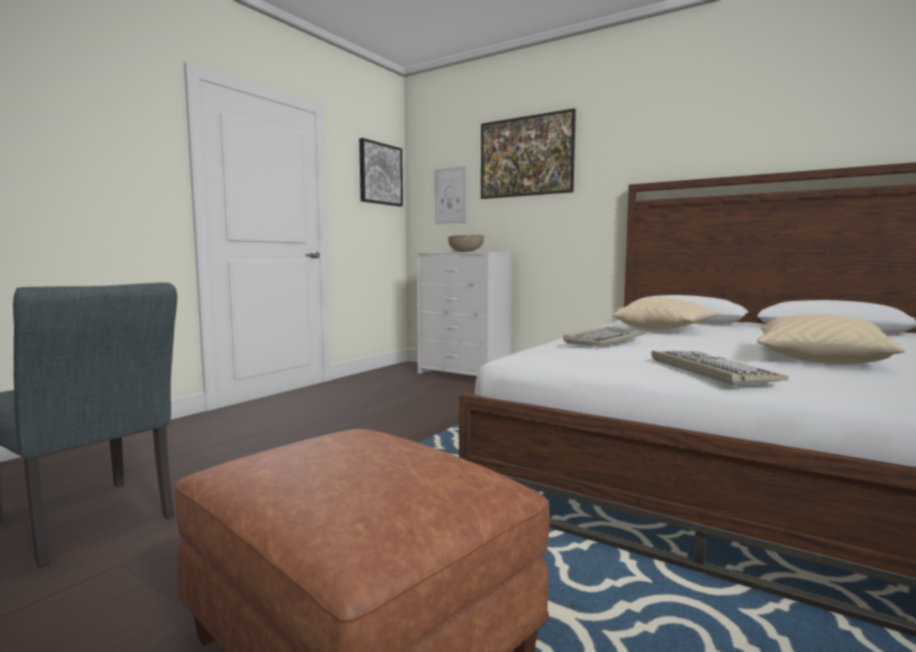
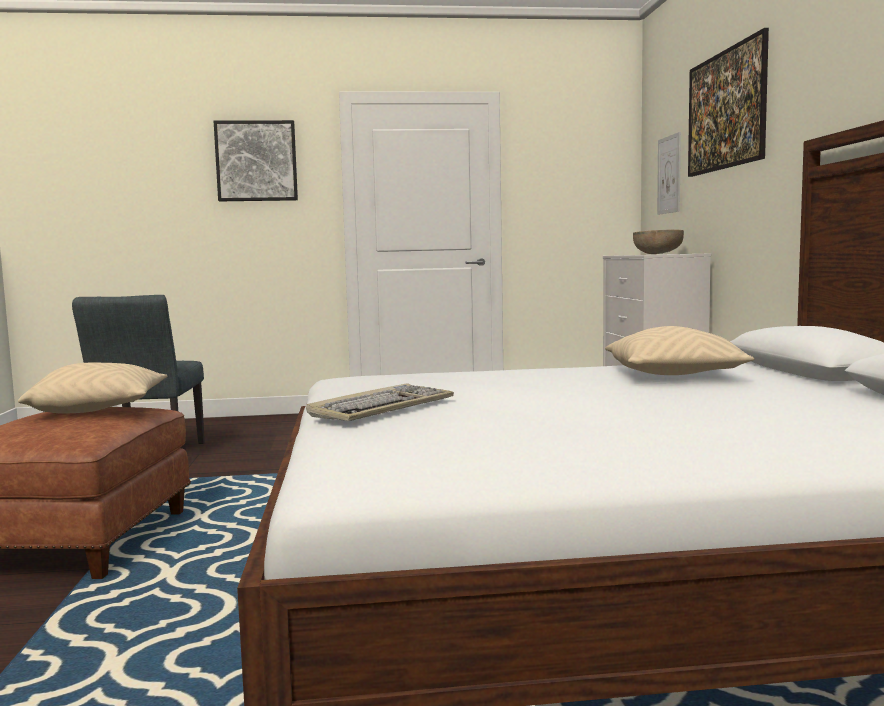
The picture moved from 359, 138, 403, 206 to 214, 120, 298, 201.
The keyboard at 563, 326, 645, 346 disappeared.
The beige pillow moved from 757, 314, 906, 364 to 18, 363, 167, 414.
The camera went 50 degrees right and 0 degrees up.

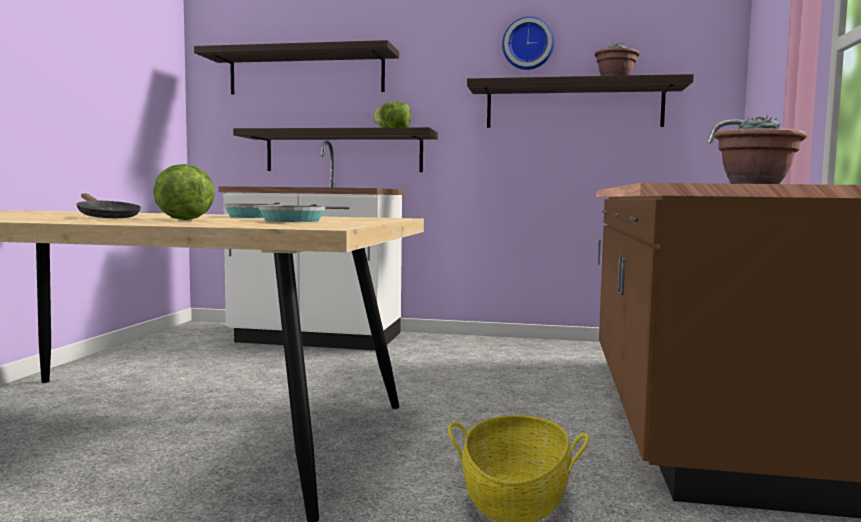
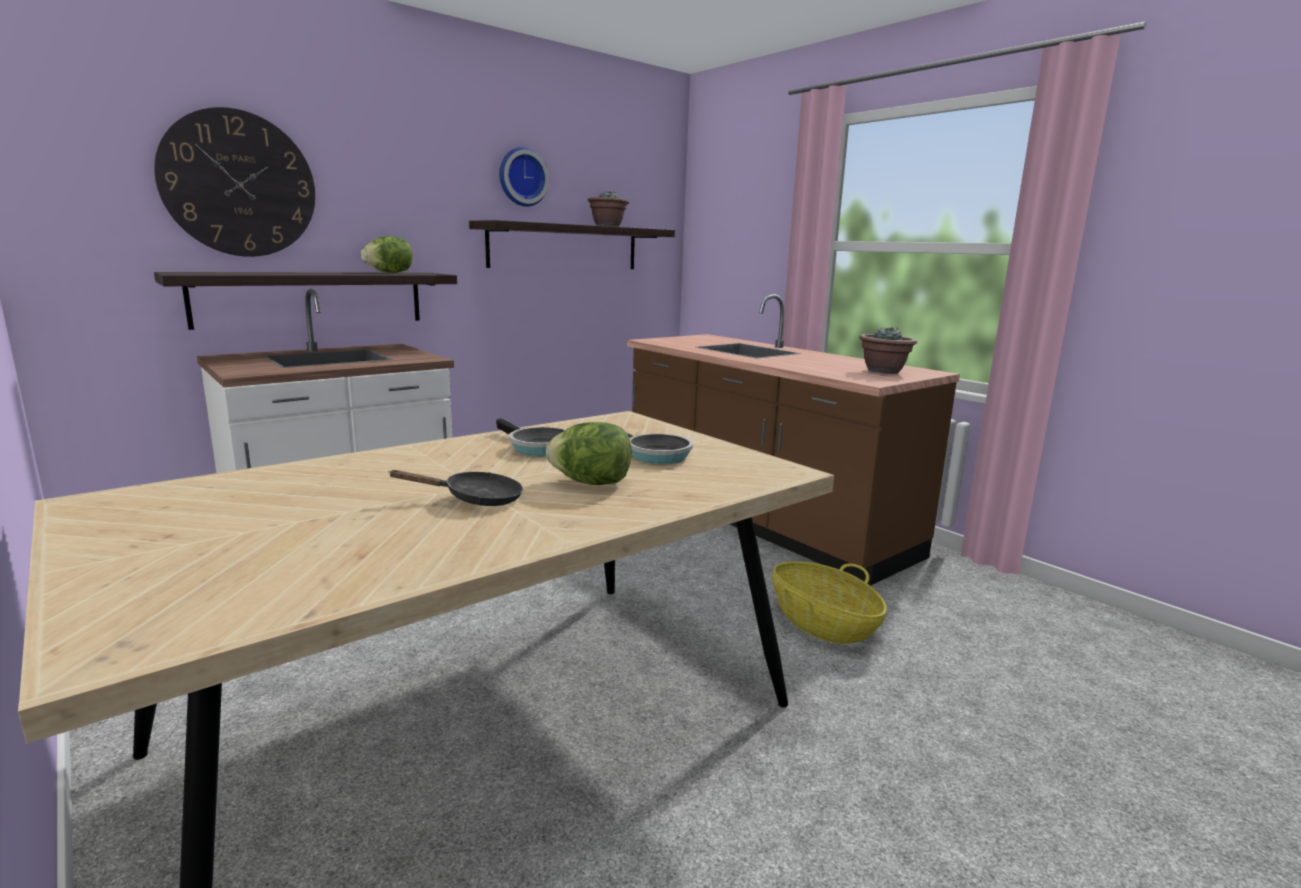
The shelf at 194, 40, 399, 94 was replaced by the wall clock at 154, 107, 315, 257.
The camera went 50 degrees left and 10 degrees up.

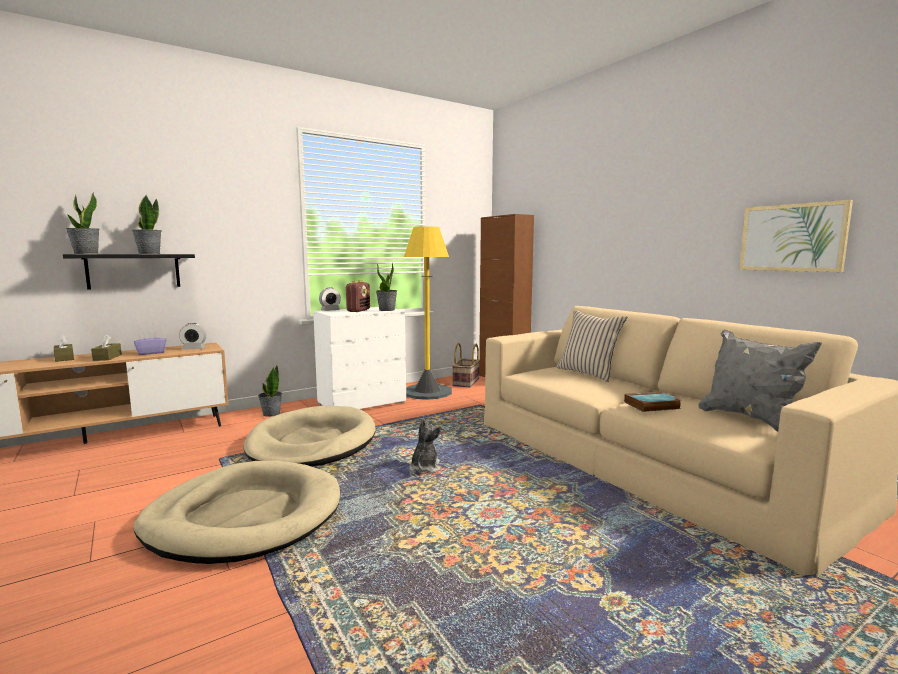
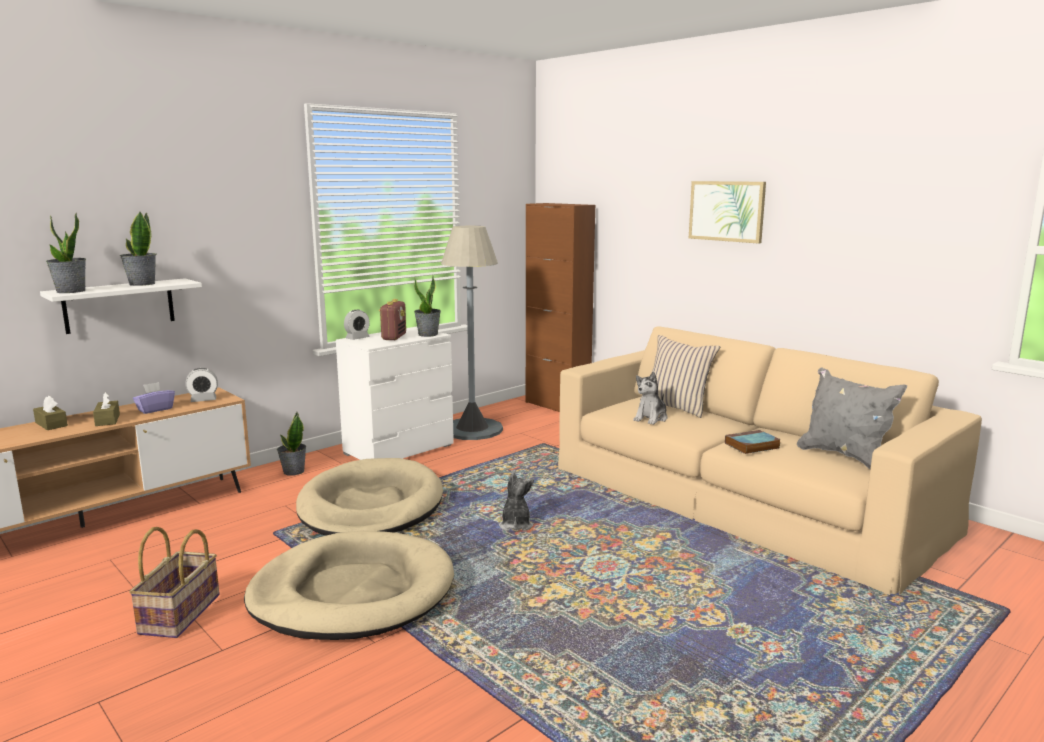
The black shelf at 63, 254, 195, 290 became the white shelf at 40, 278, 202, 334.
The yellow floor lamp at 404, 227, 452, 400 became the grey floor lamp at 441, 226, 503, 440.
The basket moved from 452, 343, 480, 387 to 129, 527, 220, 638.
The picture moved from 739, 200, 853, 272 to 689, 181, 766, 244.
The plush toy at 633, 372, 668, 425 appeared.
The camera went 10 degrees left and 5 degrees up.

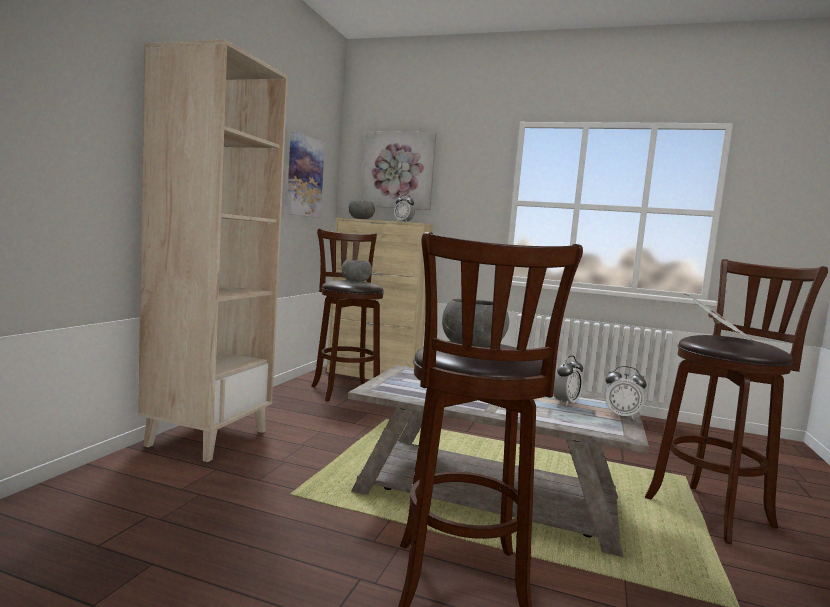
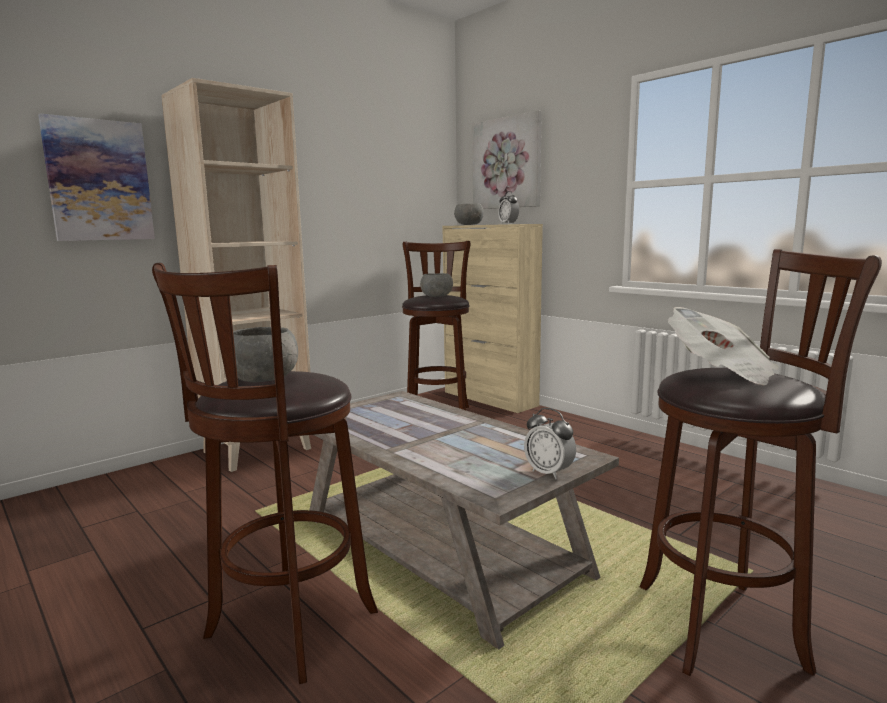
The picture moved from 287, 131, 325, 218 to 38, 114, 155, 241.
The alarm clock at 553, 356, 583, 406 disappeared.
The camera went 30 degrees right and 5 degrees up.

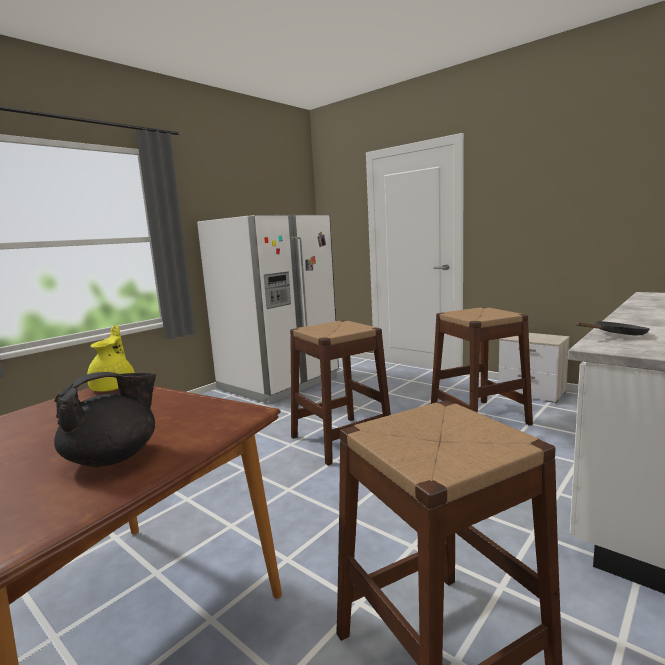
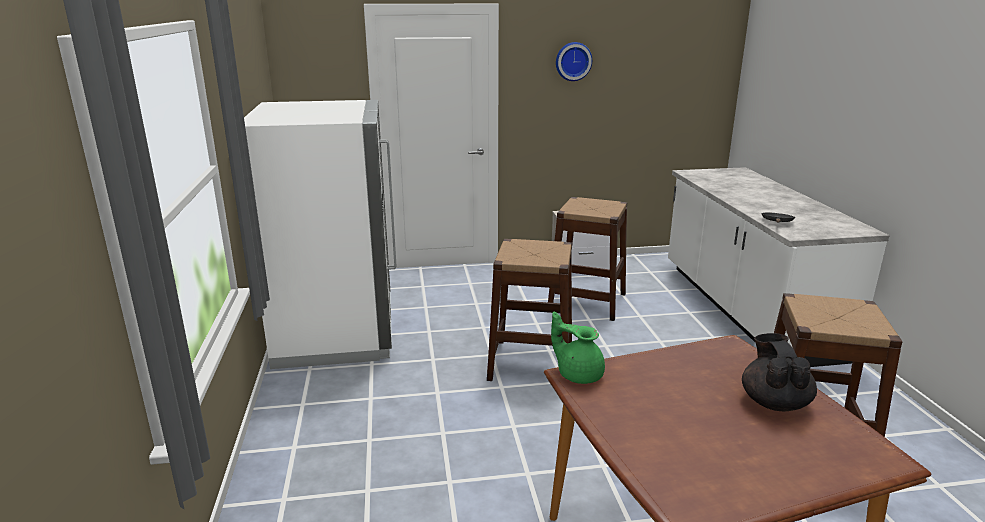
The yellow teapot at 87, 325, 135, 392 became the green teapot at 551, 312, 605, 384.
The wall clock at 556, 42, 592, 81 appeared.
The camera went 50 degrees left and 10 degrees up.

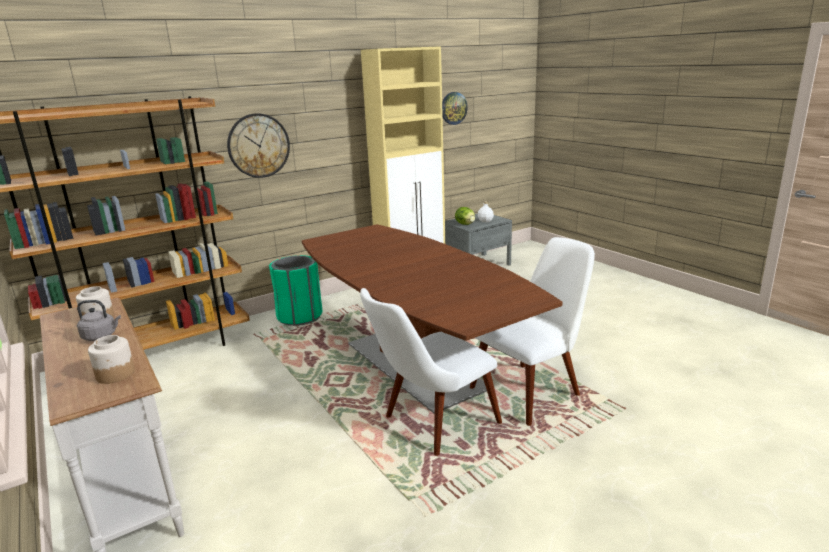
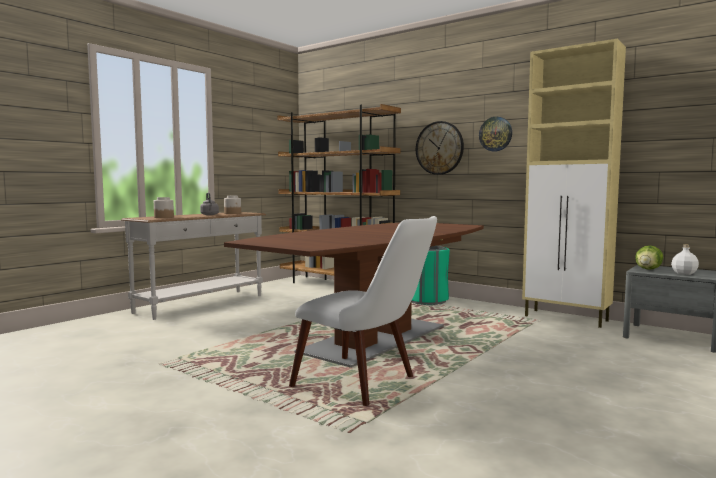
The white chair at 360, 288, 502, 456 disappeared.
The wall clock moved from 442, 92, 468, 125 to 479, 117, 512, 152.
The camera went 70 degrees right and 15 degrees down.

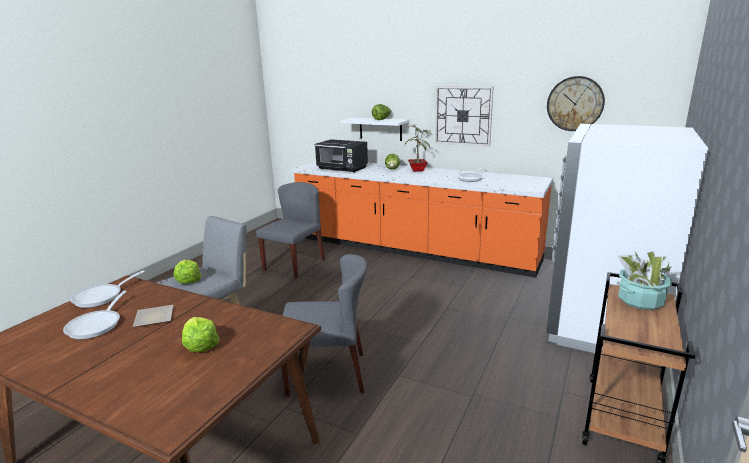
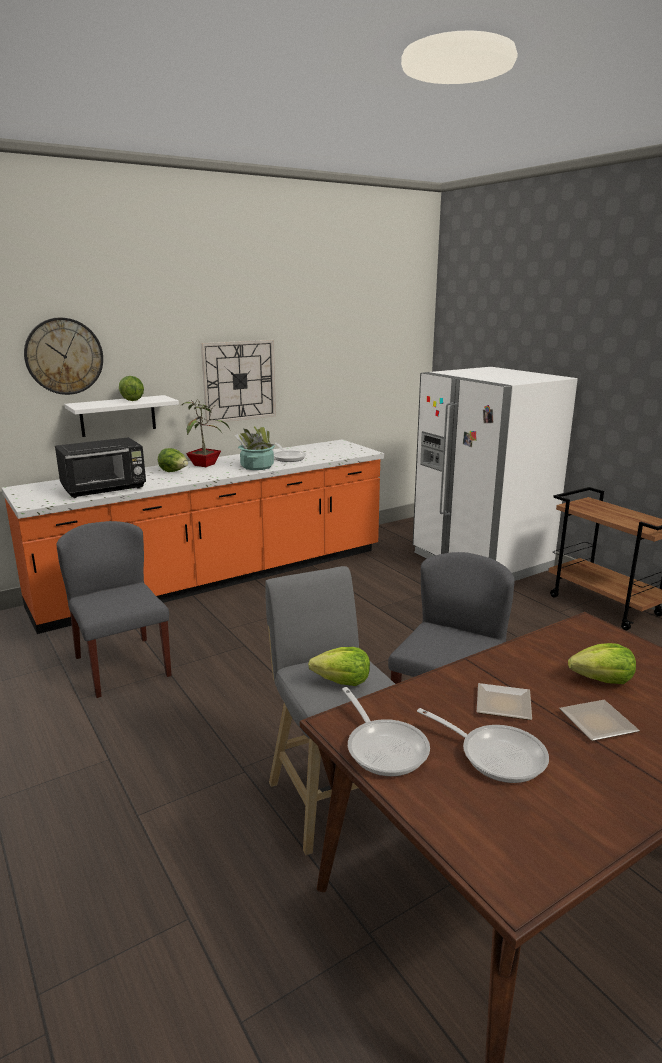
The wall clock moved from 547, 76, 605, 131 to 24, 317, 103, 395.
The potted plant moved from 617, 251, 672, 310 to 234, 426, 275, 470.
The plate at 559, 700, 640, 741 appeared.
The camera went 60 degrees left and 0 degrees up.

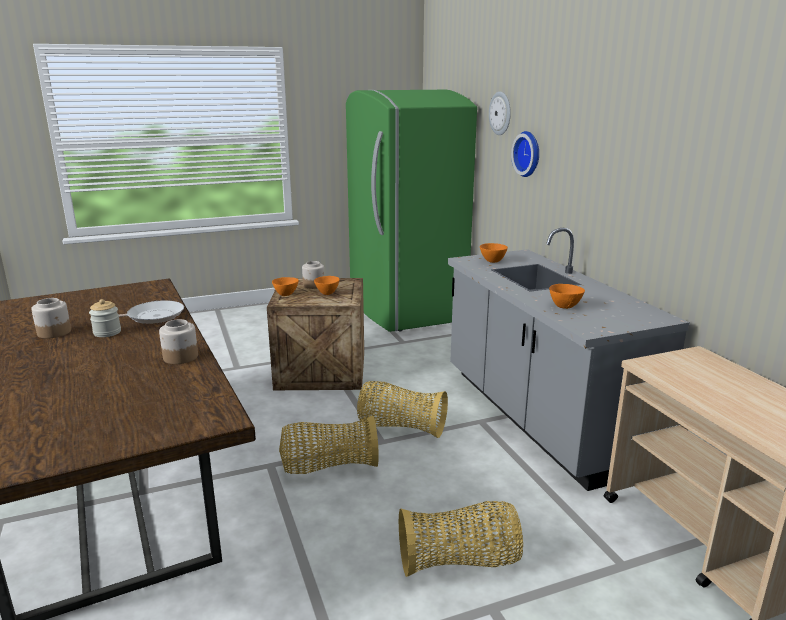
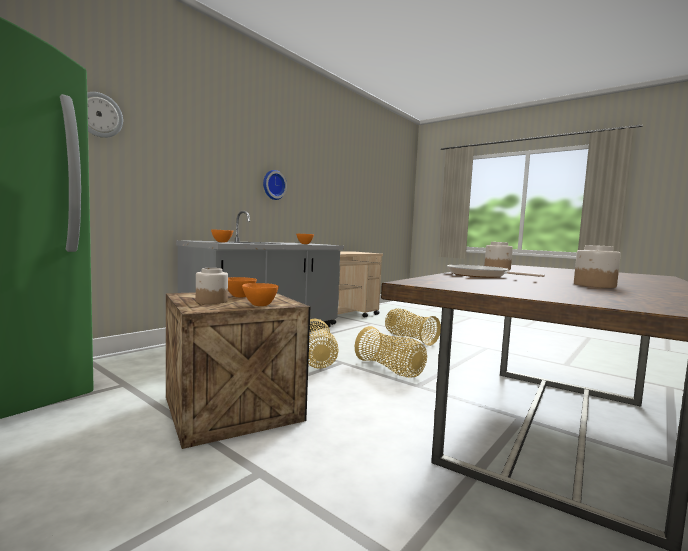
The jar at 89, 299, 121, 337 disappeared.
The wall clock moved from 511, 131, 539, 177 to 263, 170, 287, 200.
The camera went 120 degrees left and 15 degrees down.

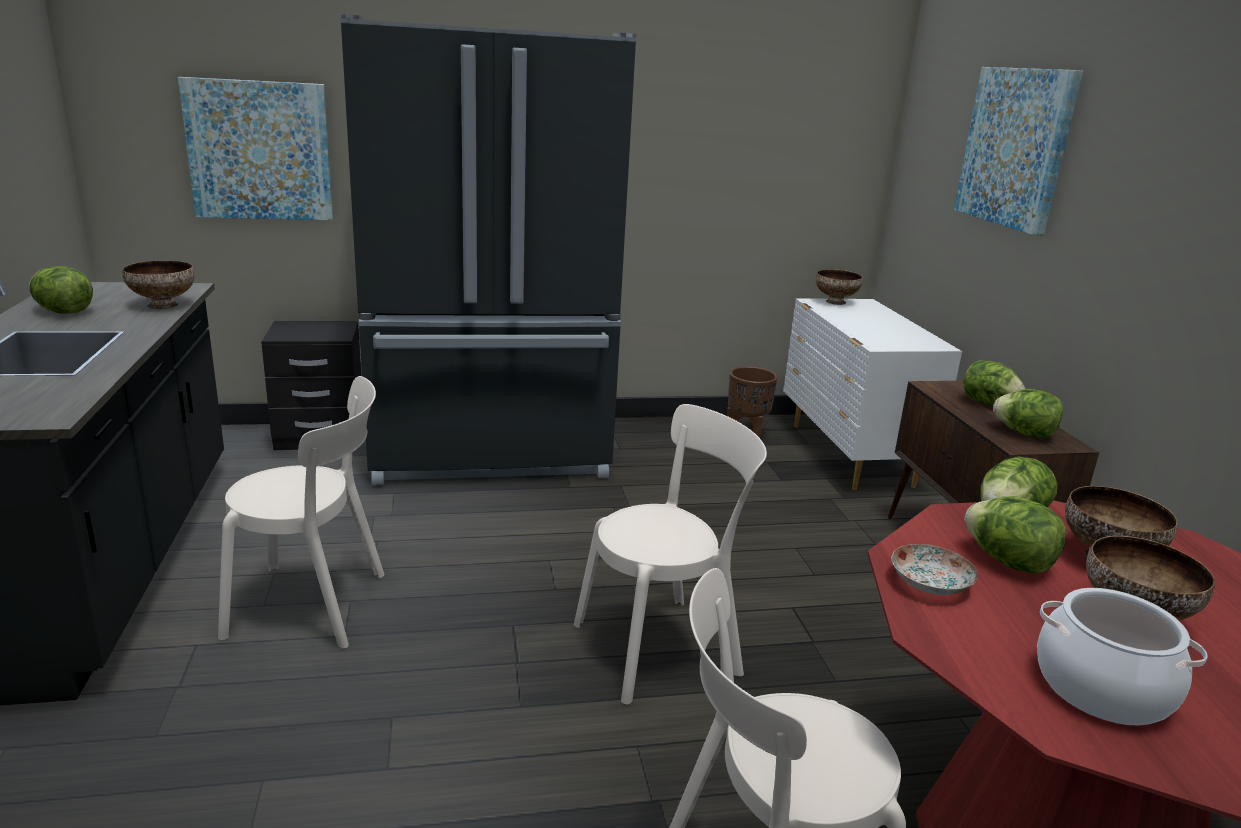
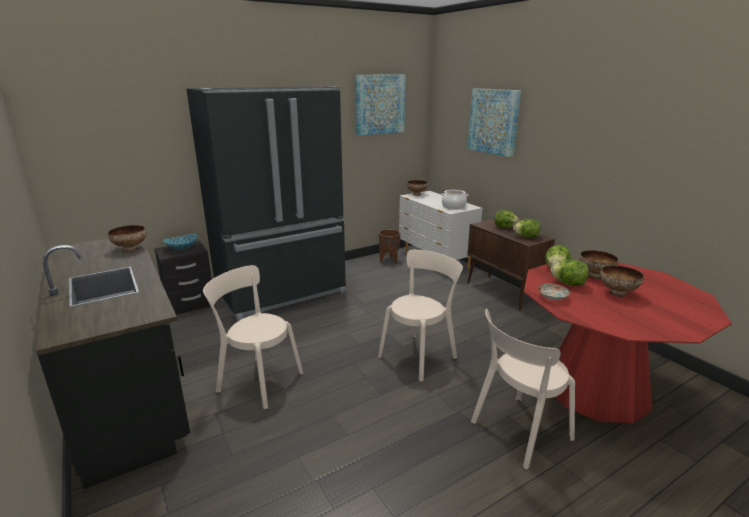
The lettuce at 29, 266, 93, 314 disappeared.
The picture moved from 178, 77, 333, 220 to 355, 75, 406, 136.
The beige chair at 218, 376, 385, 649 turned 135 degrees counterclockwise.
The cooking pot moved from 1037, 588, 1208, 725 to 441, 190, 468, 209.
The bowl at 163, 234, 198, 250 appeared.
The camera went 20 degrees left and 0 degrees up.

